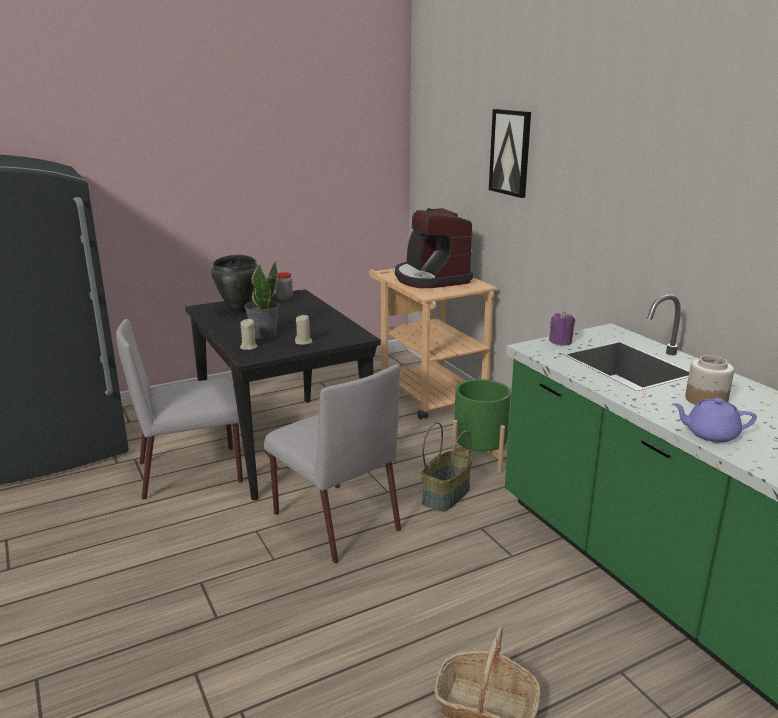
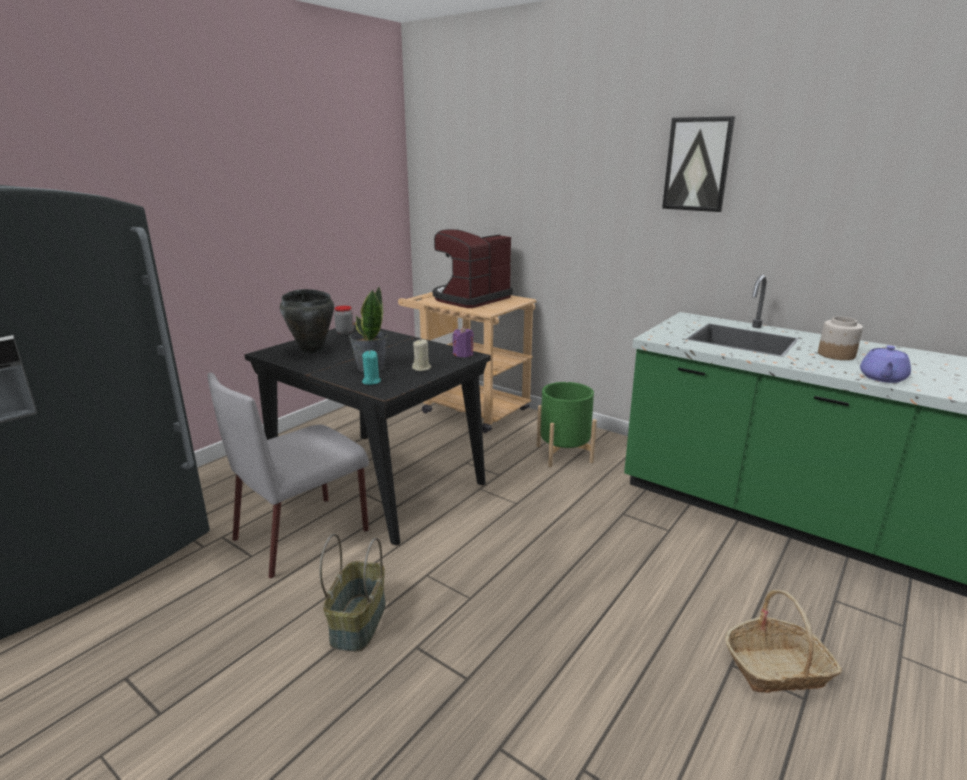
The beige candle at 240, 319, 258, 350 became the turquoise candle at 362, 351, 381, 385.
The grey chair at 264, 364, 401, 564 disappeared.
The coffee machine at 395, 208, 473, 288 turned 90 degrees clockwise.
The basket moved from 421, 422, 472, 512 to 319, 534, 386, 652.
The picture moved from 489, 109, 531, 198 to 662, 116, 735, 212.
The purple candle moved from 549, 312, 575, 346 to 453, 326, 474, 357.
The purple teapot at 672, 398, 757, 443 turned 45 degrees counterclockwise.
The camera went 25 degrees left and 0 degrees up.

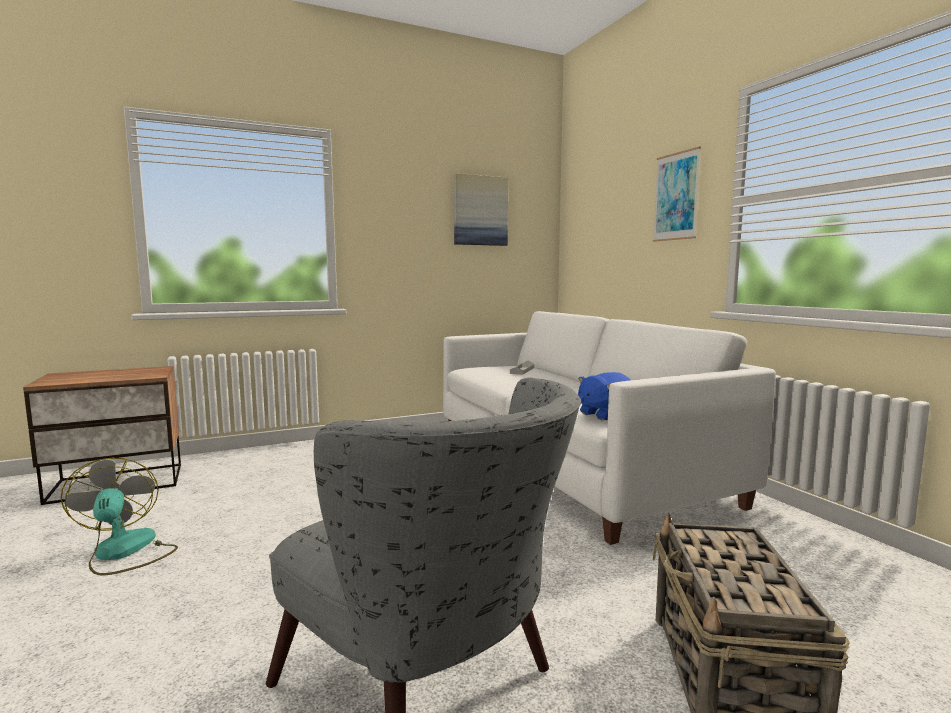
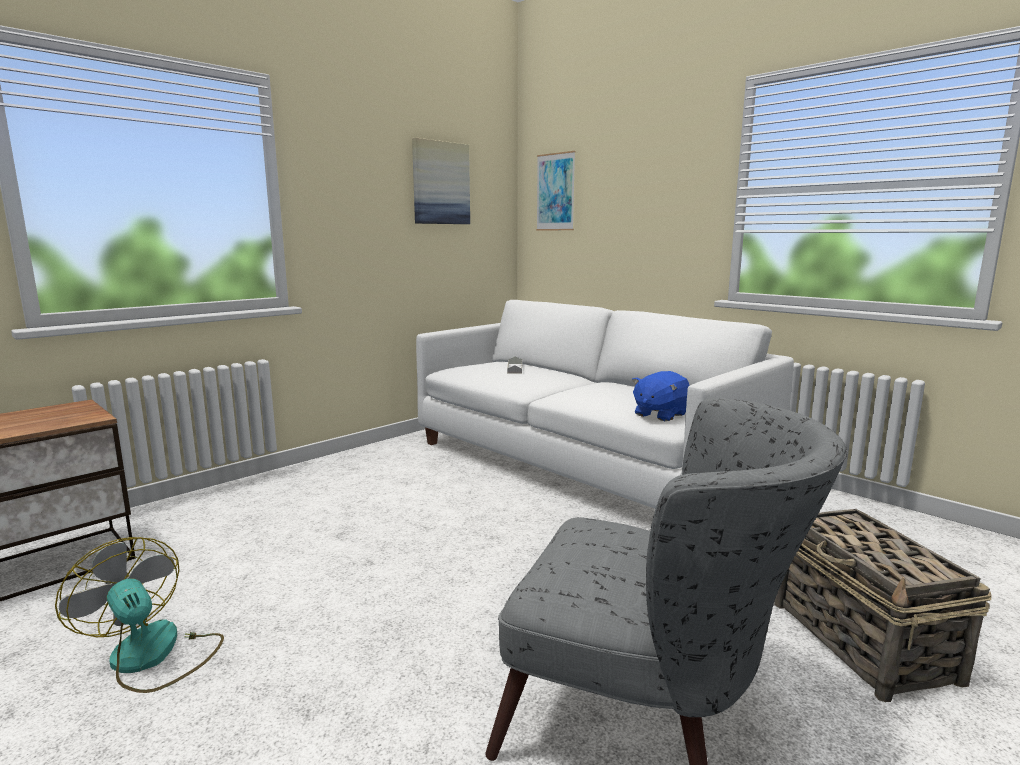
The picture moved from 653, 147, 701, 242 to 536, 151, 575, 231.
The camera went 20 degrees left and 5 degrees up.

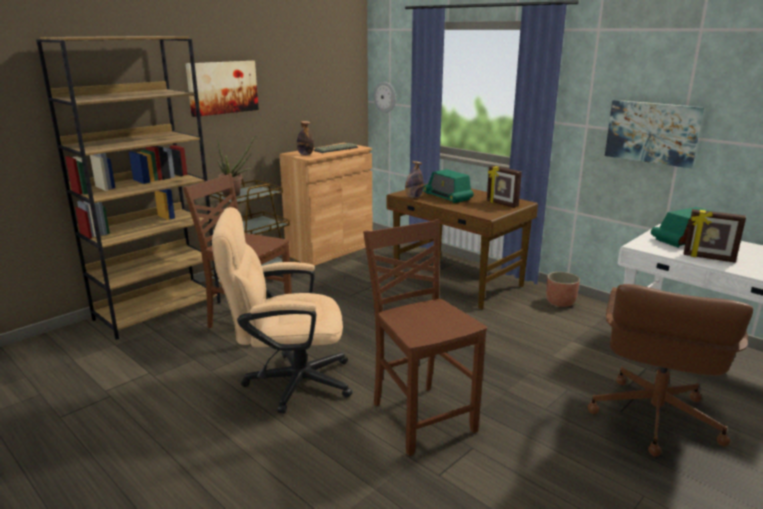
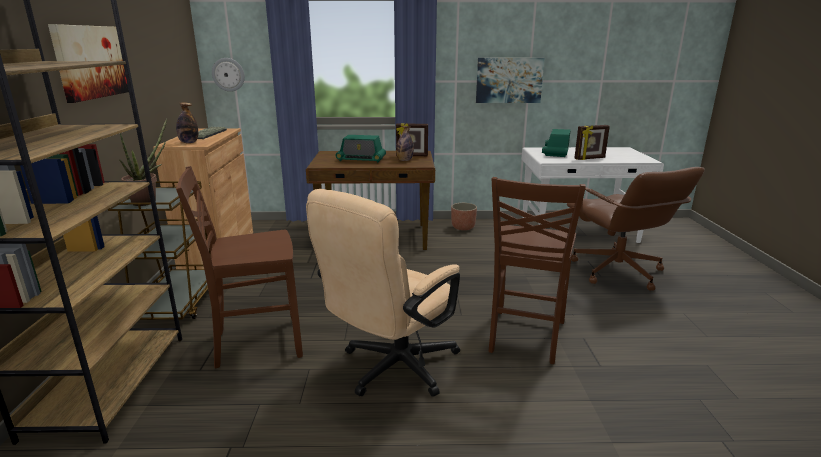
The brown chair at 363, 219, 487, 456 turned 90 degrees counterclockwise.
The bottle moved from 405, 161, 424, 198 to 396, 126, 414, 161.
The camera went 45 degrees left and 0 degrees up.

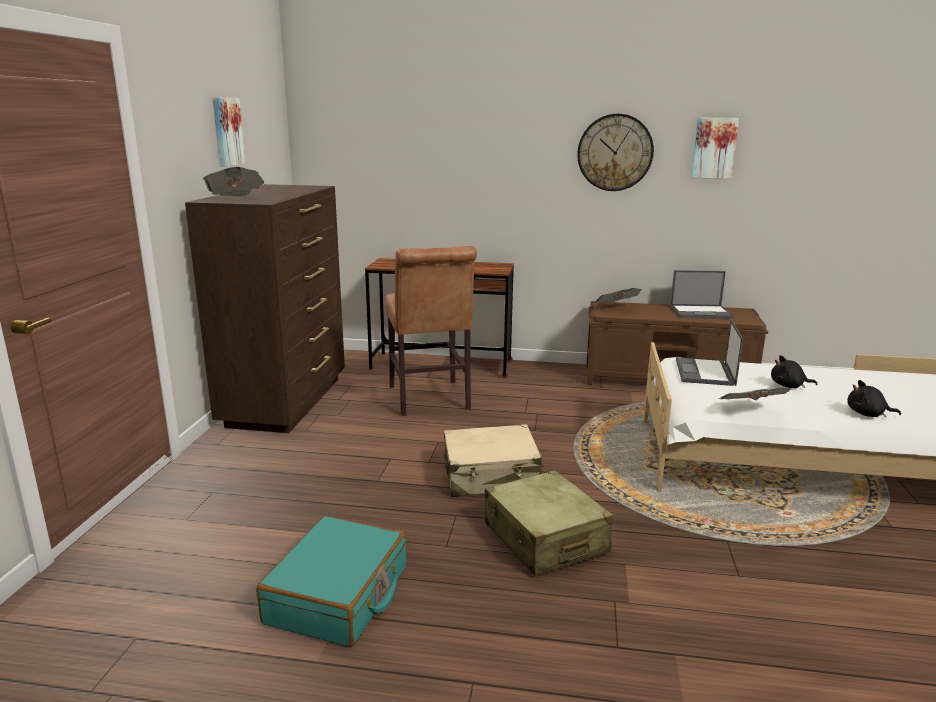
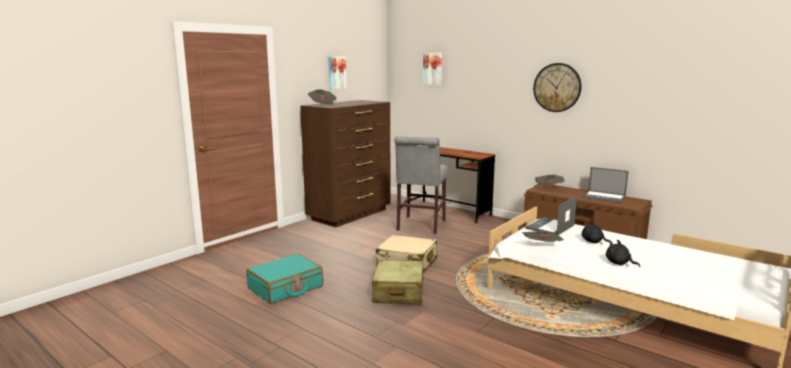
The brown chair at 385, 246, 477, 416 became the grey chair at 394, 136, 448, 234.
The picture moved from 691, 118, 739, 179 to 423, 53, 442, 85.
The camera went 30 degrees right and 5 degrees down.

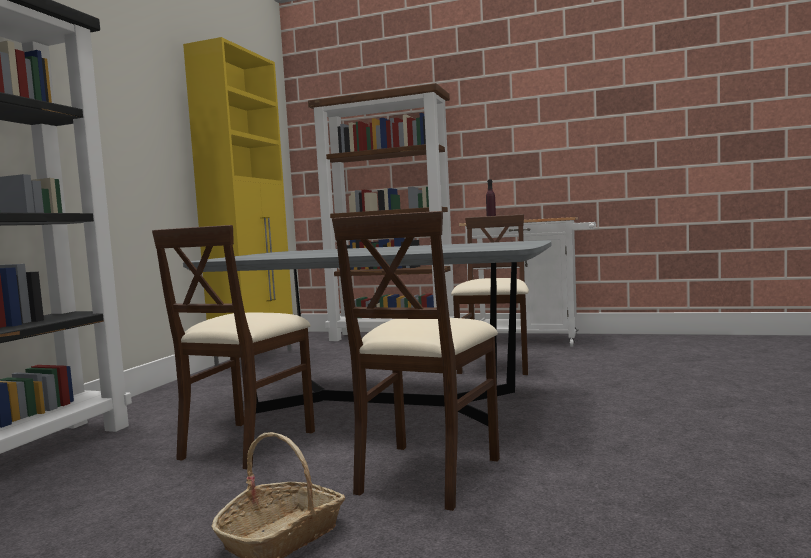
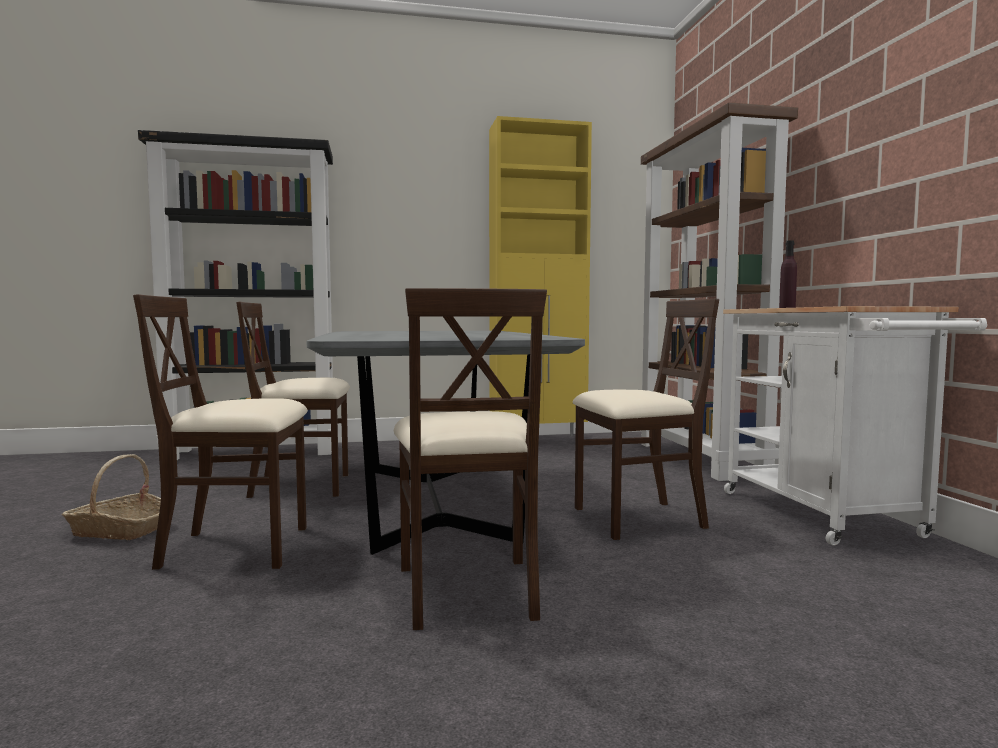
The beige chair at 394, 288, 547, 630 appeared.
The camera went 60 degrees right and 0 degrees up.

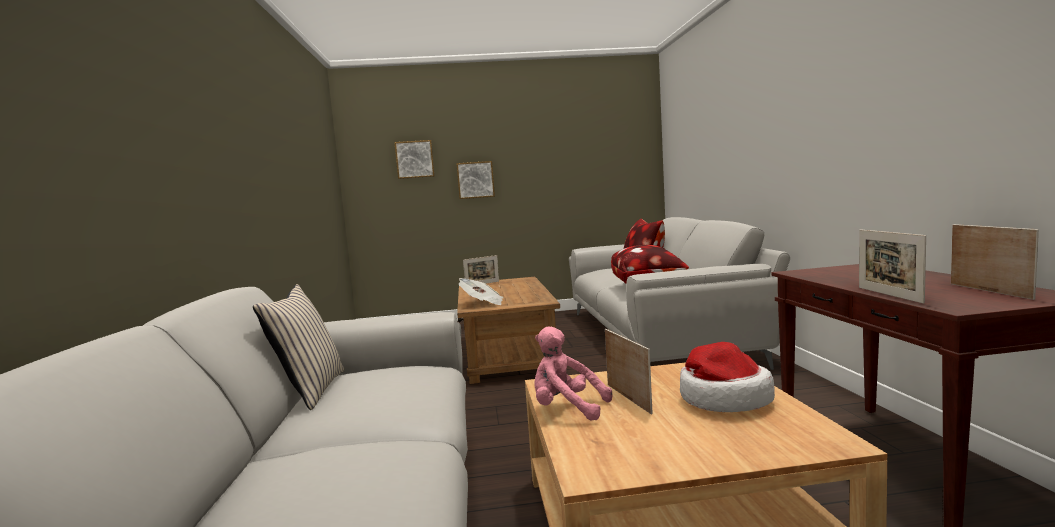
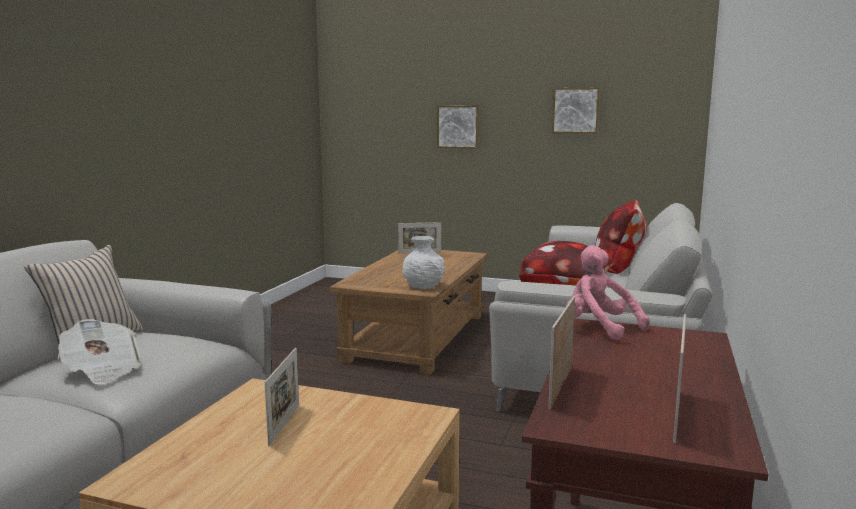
The picture moved from 394, 140, 435, 179 to 552, 87, 600, 134.
The newspaper moved from 459, 278, 503, 305 to 58, 319, 141, 385.
The pink plush toy moved from 534, 326, 612, 421 to 566, 245, 650, 340.
The hat at 680, 342, 775, 412 disappeared.
The white vase at 402, 236, 445, 289 appeared.
The camera went 25 degrees right and 5 degrees up.

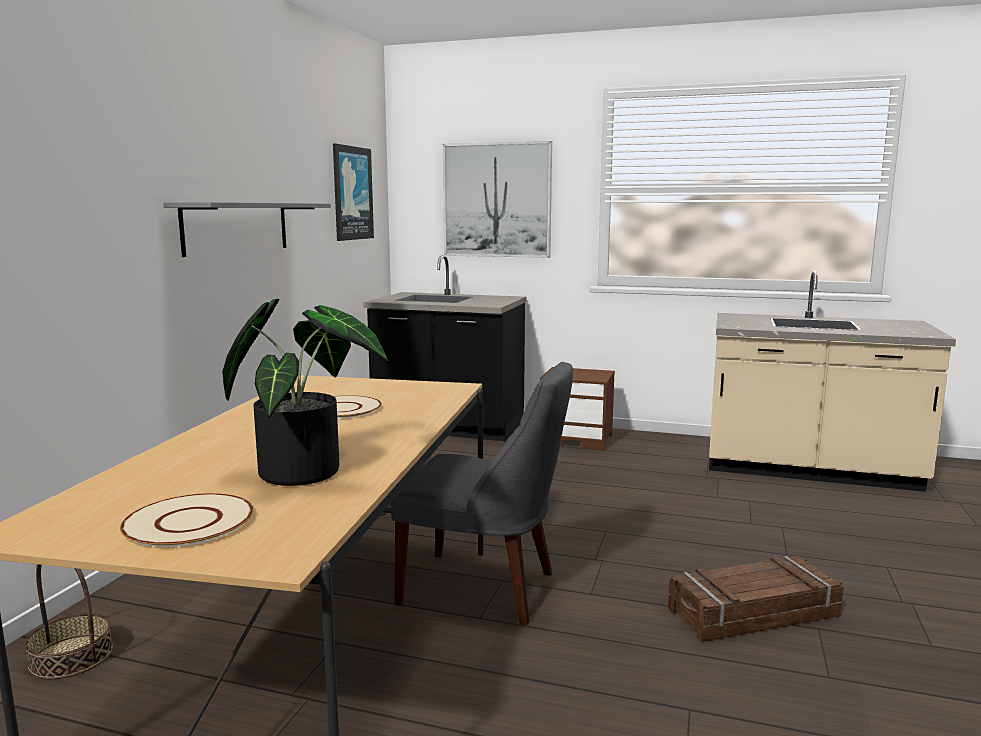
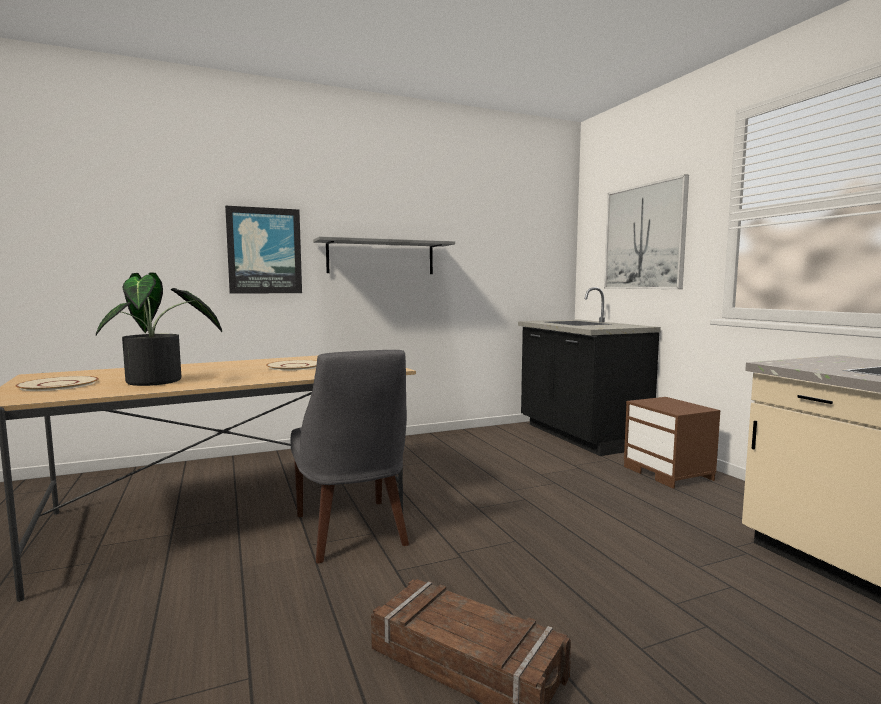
The basket at 25, 564, 113, 679 disappeared.
The picture moved from 333, 143, 374, 241 to 225, 206, 302, 294.
The camera went 50 degrees right and 5 degrees down.

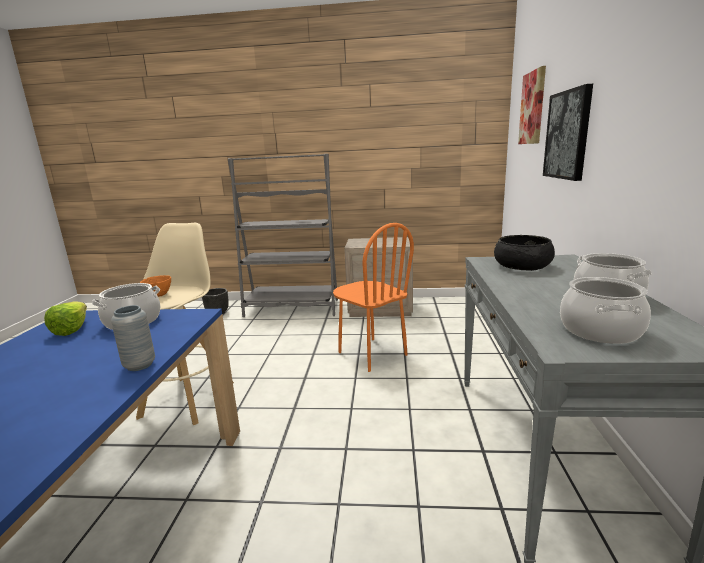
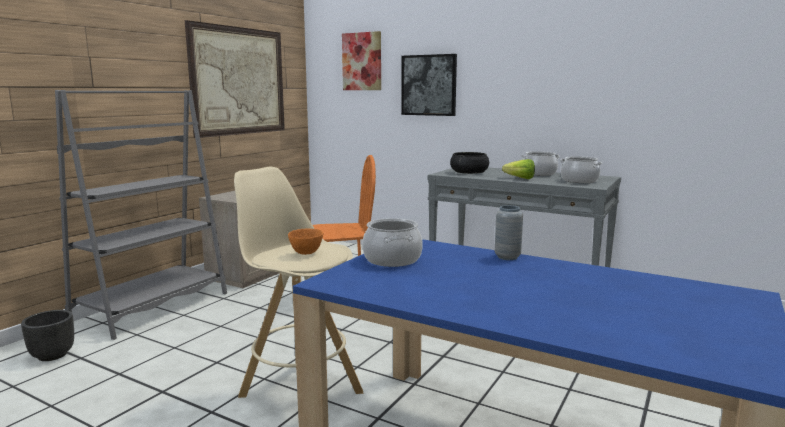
The lettuce moved from 44, 302, 87, 336 to 502, 159, 535, 179.
The picture at 185, 20, 285, 138 appeared.
The camera went 65 degrees left and 5 degrees down.

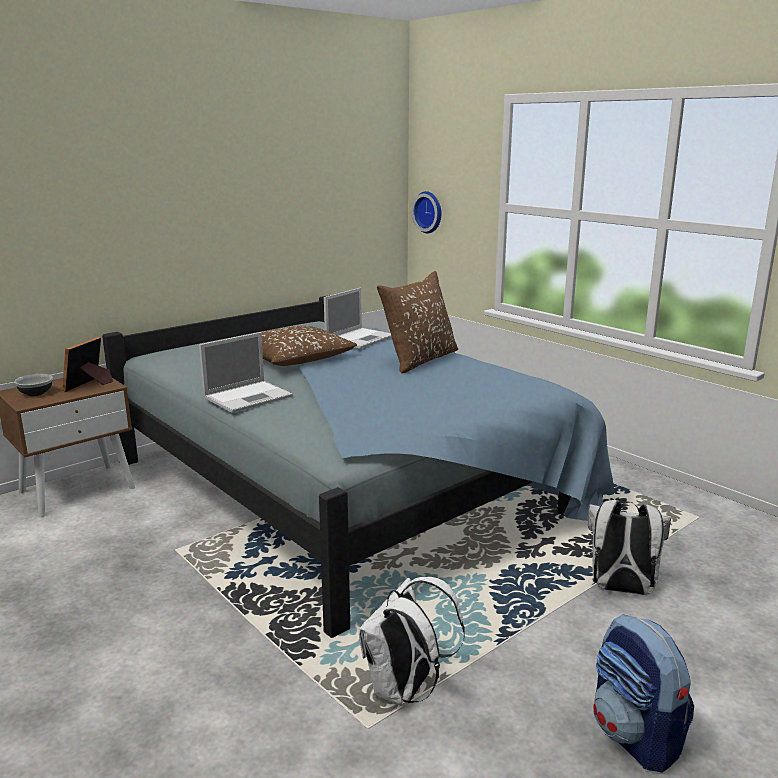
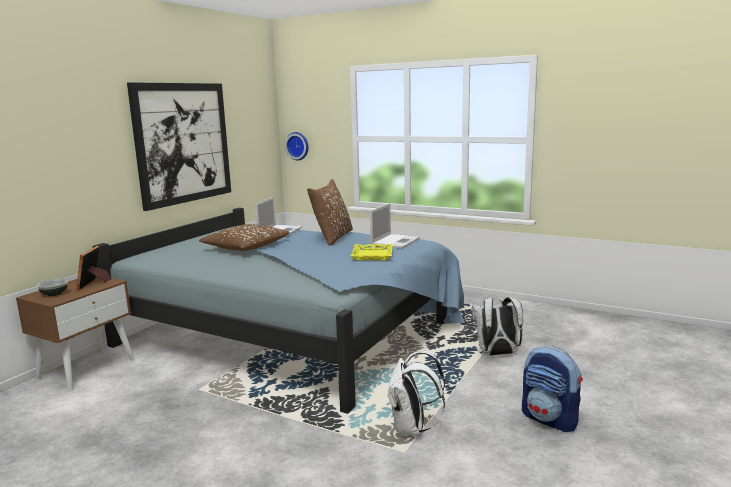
The laptop moved from 199, 332, 293, 413 to 370, 203, 420, 249.
The picture at 127, 82, 231, 211 appeared.
The yellow tray at 351, 244, 393, 260 appeared.
The camera went 20 degrees left and 5 degrees down.

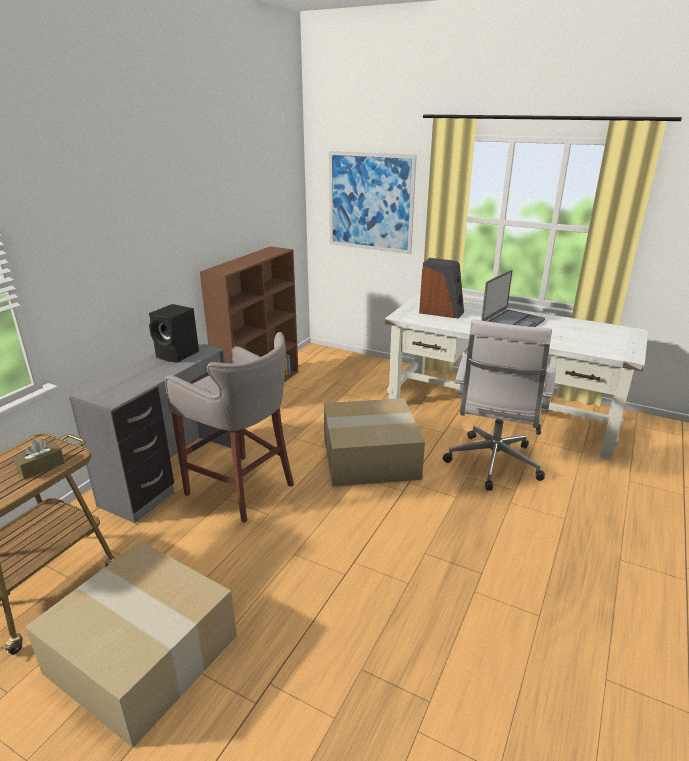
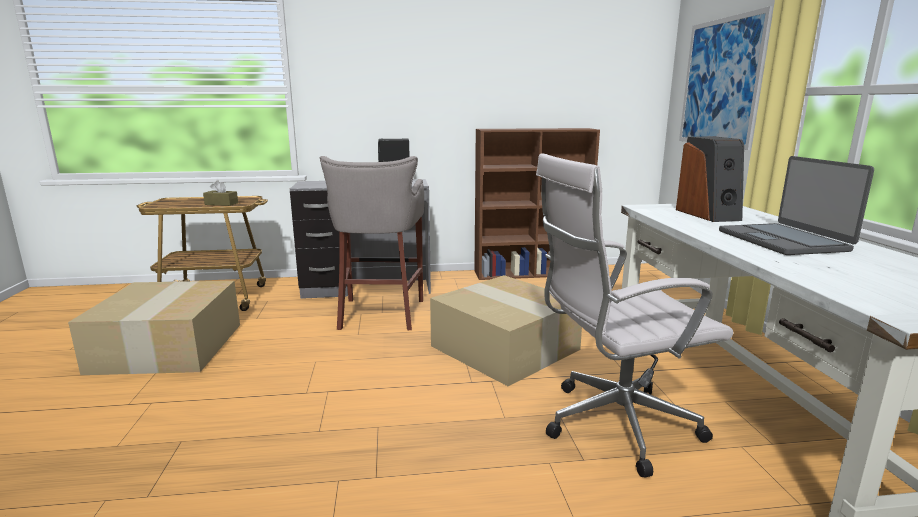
The laptop at 481, 270, 545, 327 turned 75 degrees clockwise.
The camera went 55 degrees right and 10 degrees down.

